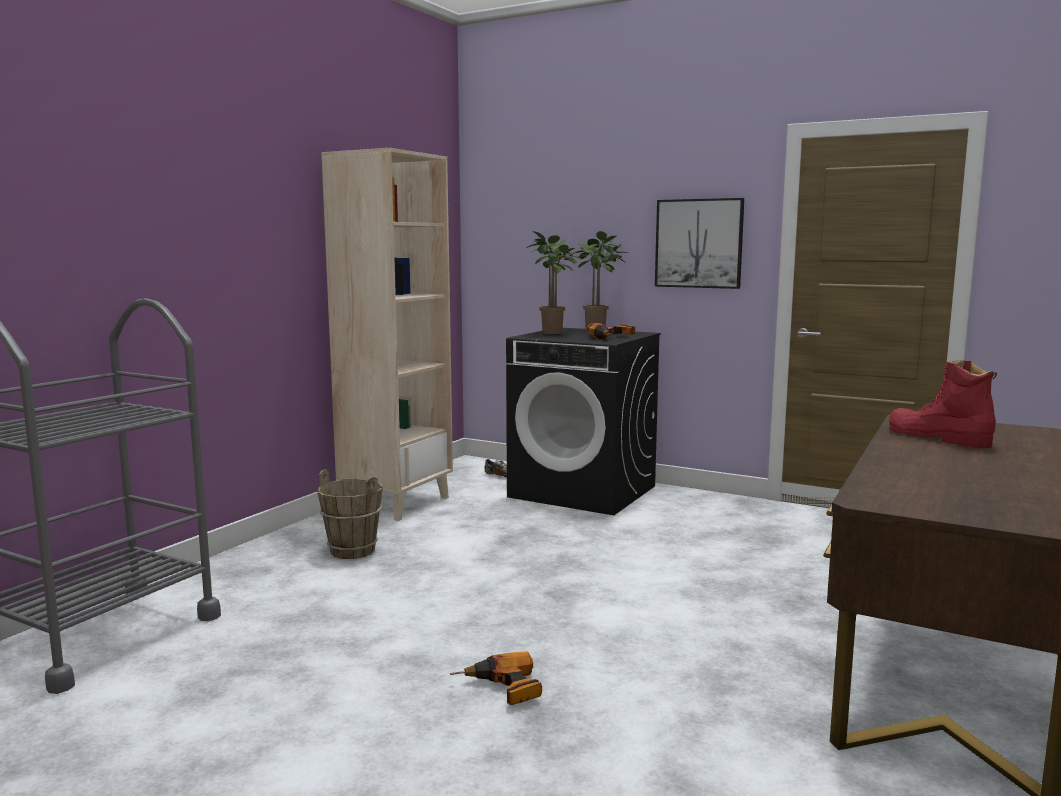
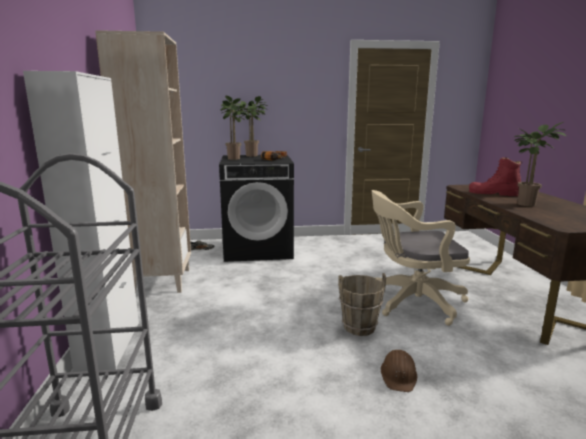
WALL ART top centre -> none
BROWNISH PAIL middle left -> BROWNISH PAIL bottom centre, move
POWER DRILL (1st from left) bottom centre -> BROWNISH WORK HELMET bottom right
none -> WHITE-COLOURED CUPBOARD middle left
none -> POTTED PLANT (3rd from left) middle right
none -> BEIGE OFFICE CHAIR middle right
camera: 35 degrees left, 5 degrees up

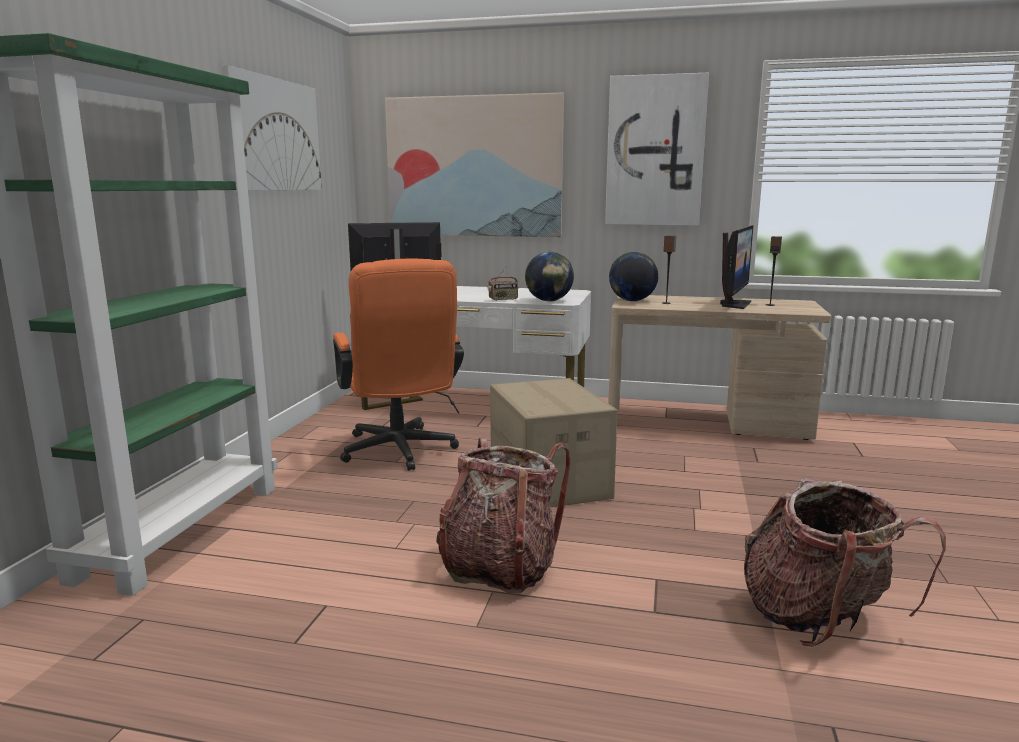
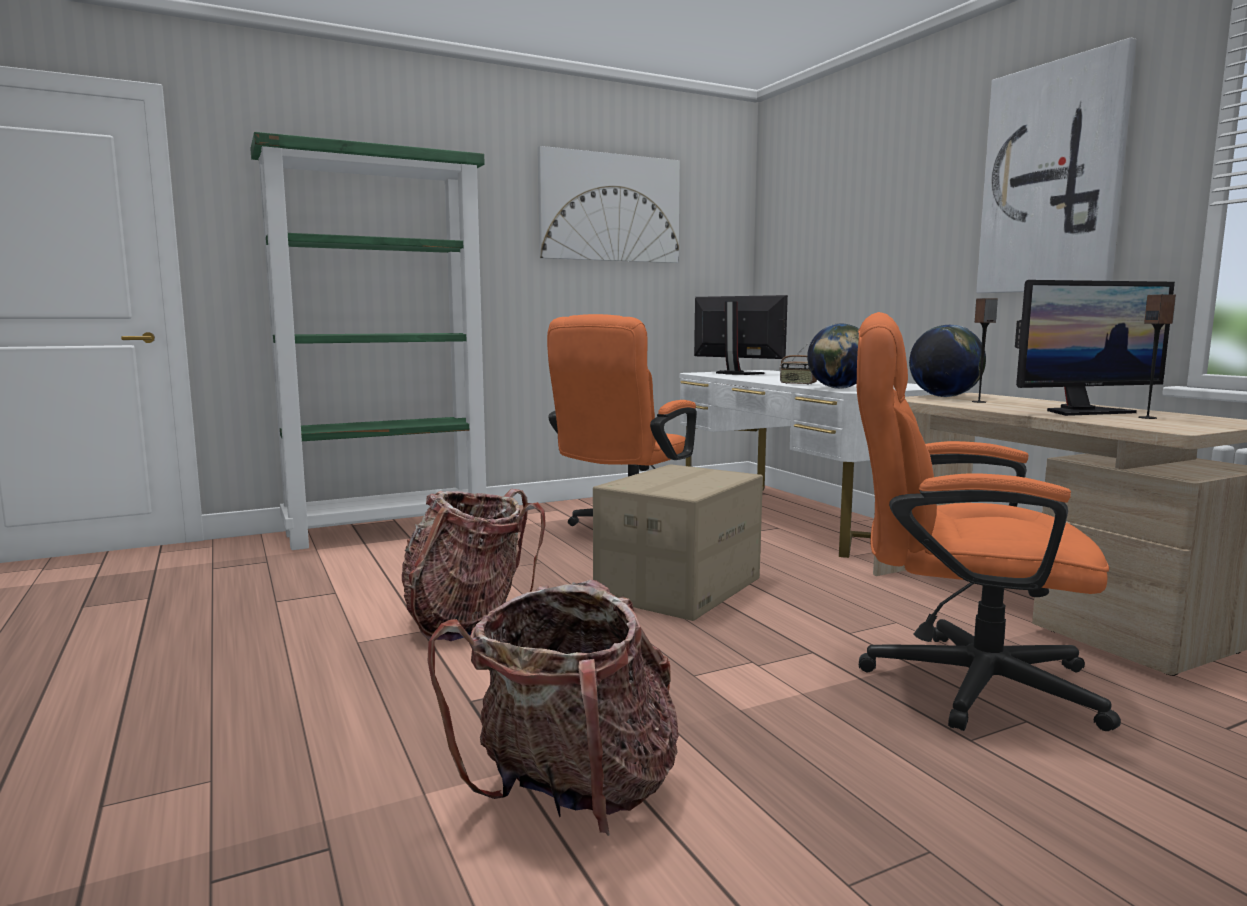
WALL ART (2nd from left) top centre -> none
none -> ORANGE-COLOURED OFFICE CHAIR (2nd from left) middle right
camera: 50 degrees right, 5 degrees down

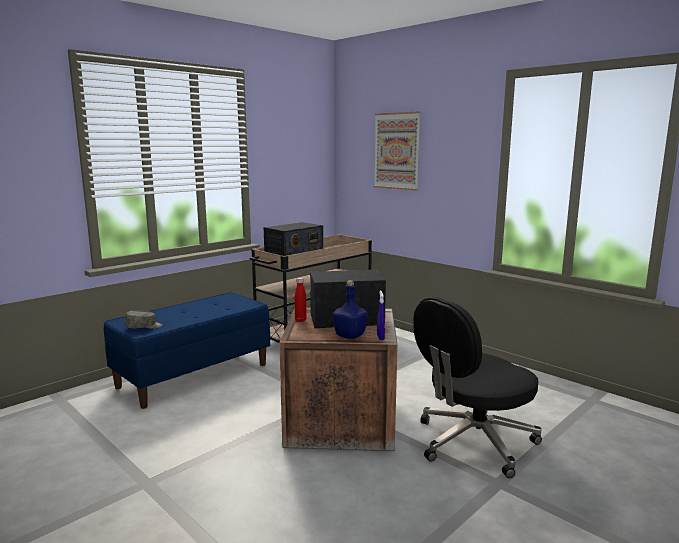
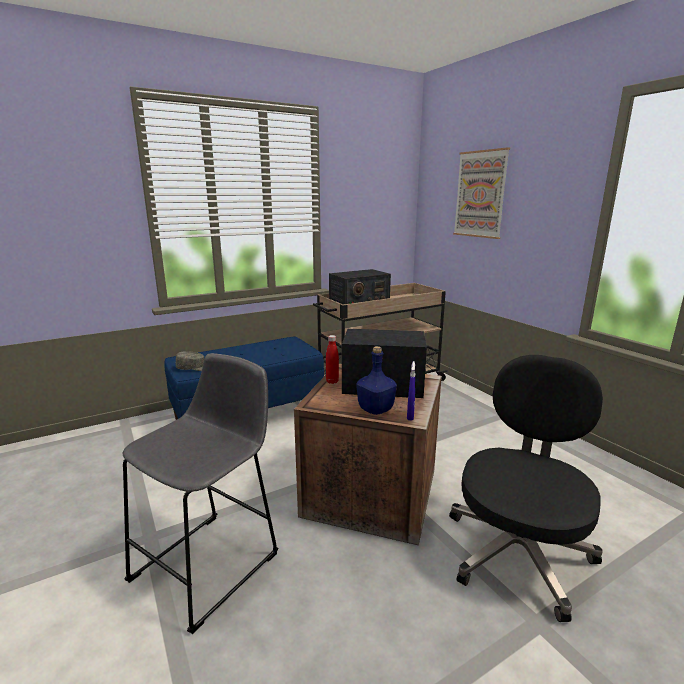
BLACKISH OFFICE CHAIR bottom right, 135 degrees clockwise
none -> GREY STOOL bottom left
camera: 15 degrees right, 5 degrees up

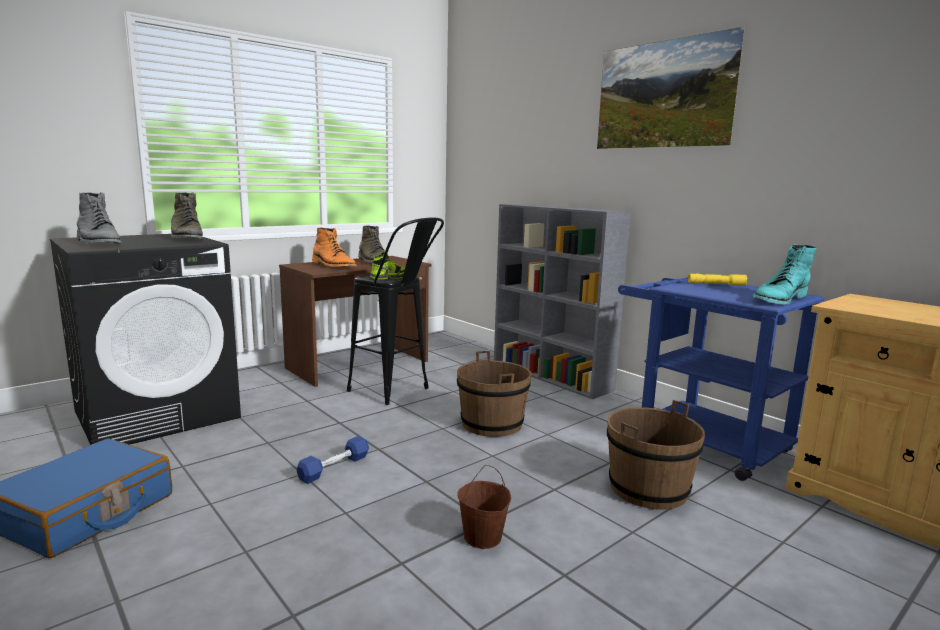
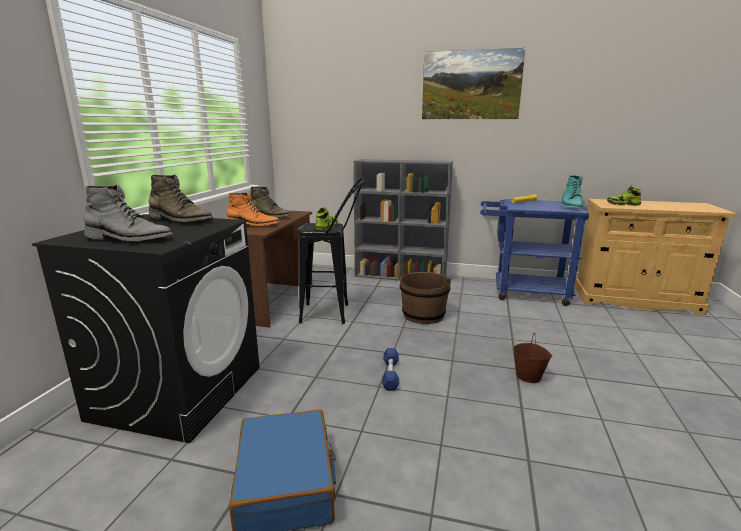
BROWNISH PAIL (3rd from left) bottom right -> none
none -> LOW SHOE (2nd from left) middle right
camera: 35 degrees left, 5 degrees up

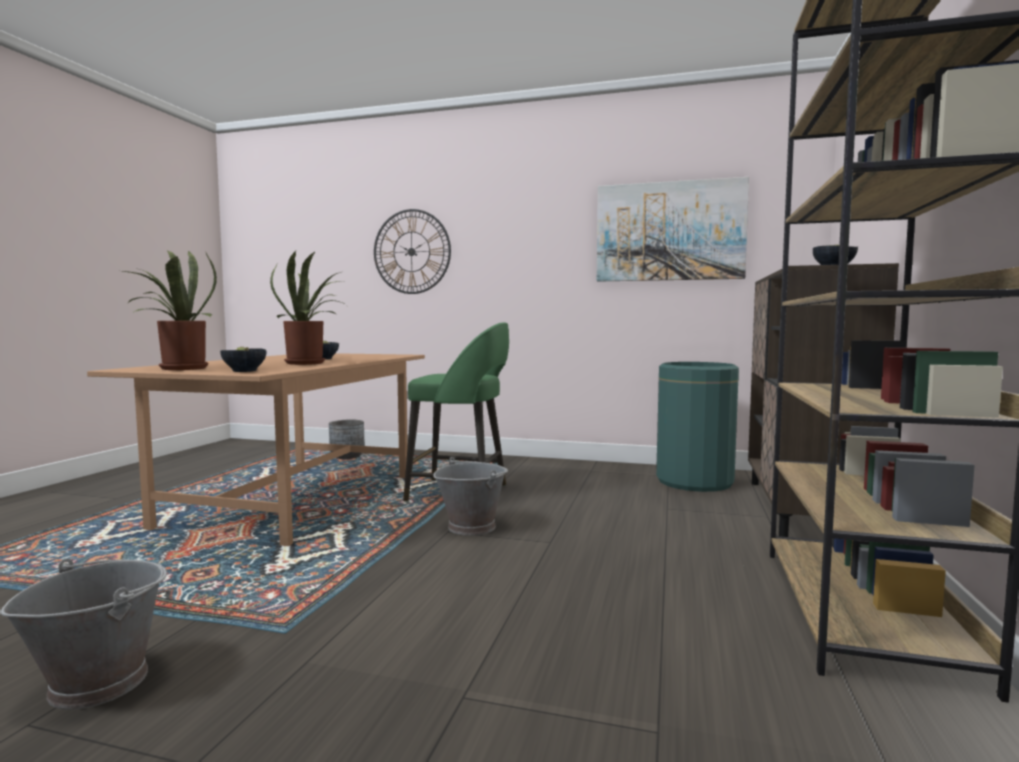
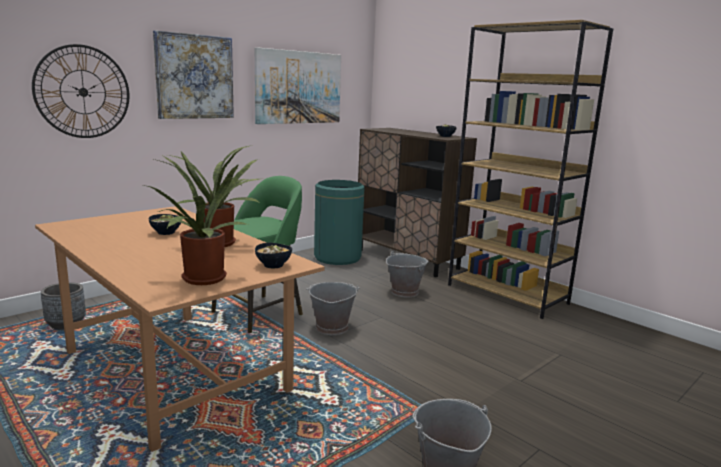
none -> WALL ART (1st from left) top left
none -> GREY PAIL (2nd from left) centre
camera: 60 degrees left, 10 degrees up

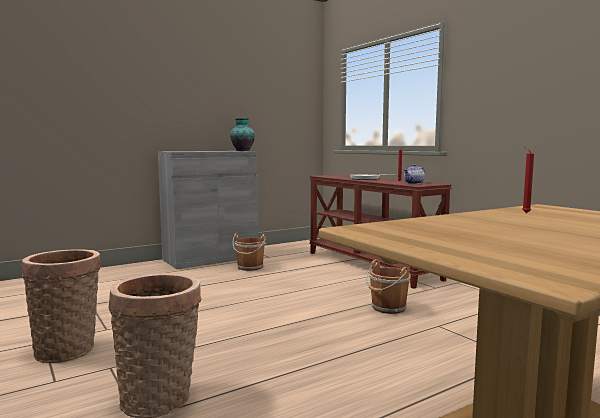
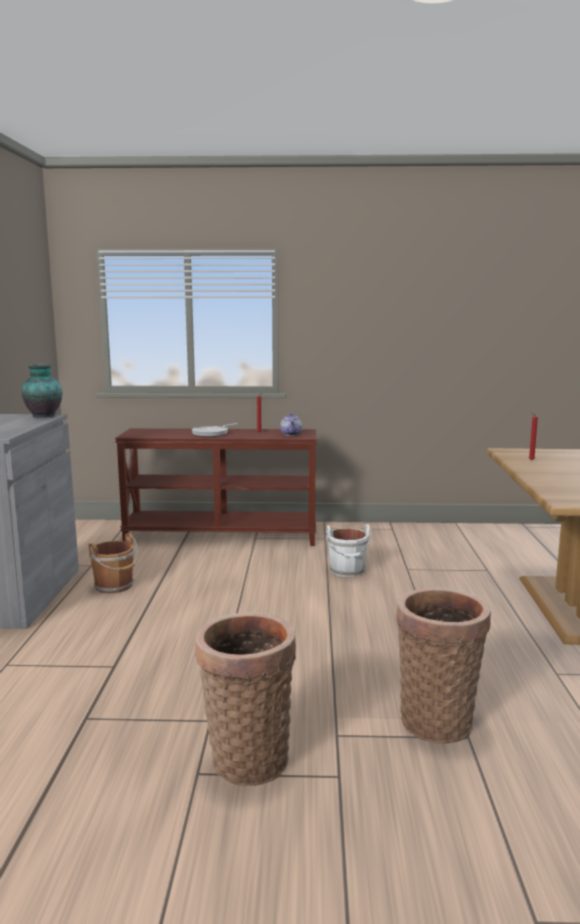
BROWNISH PAIL (2nd from left) bottom centre -> WHITE-COLOURED PAIL centre
camera: 55 degrees left, 5 degrees up

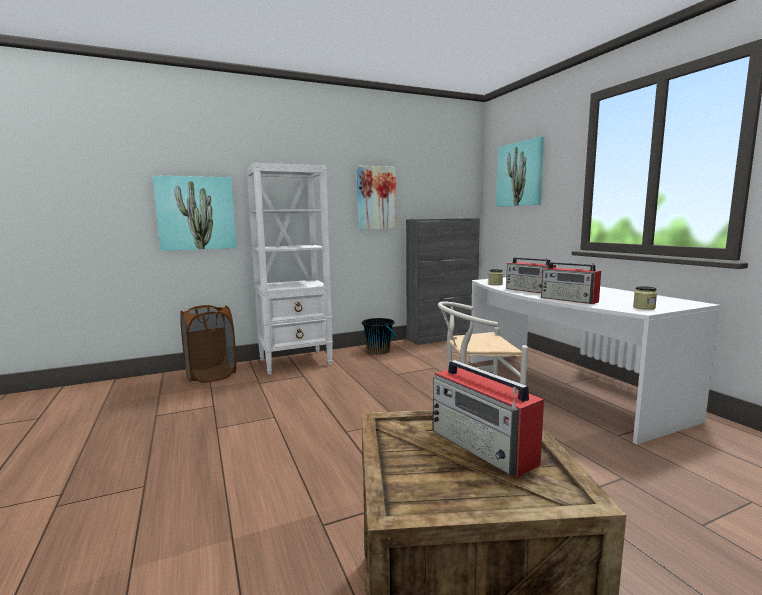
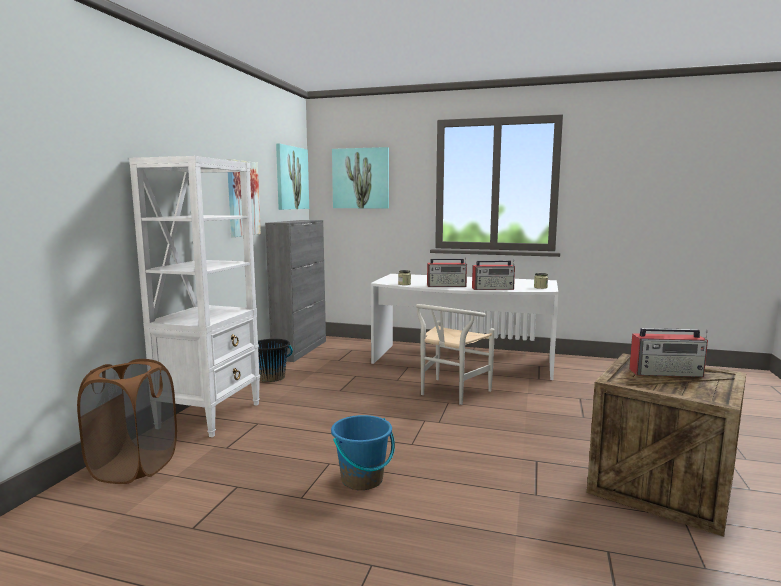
WALL ART (1st from left in the first image) middle left -> WALL ART (2nd from left) top centre, move
none -> BLUISH PAIL bottom centre
camera: 50 degrees left, 0 degrees up

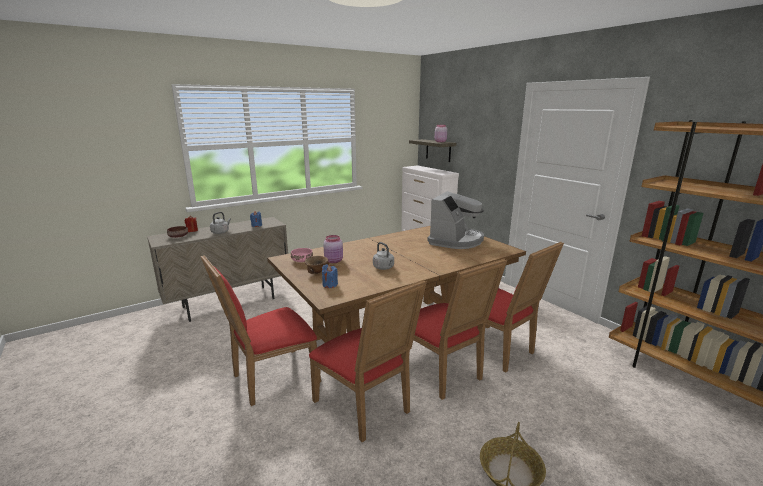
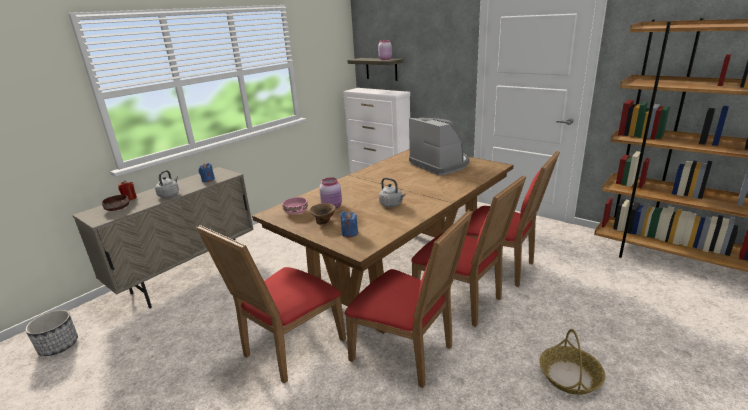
COFFEE BREWER centre, 45 degrees counterclockwise
none -> PLANT POT bottom left
camera: 15 degrees left, 5 degrees up

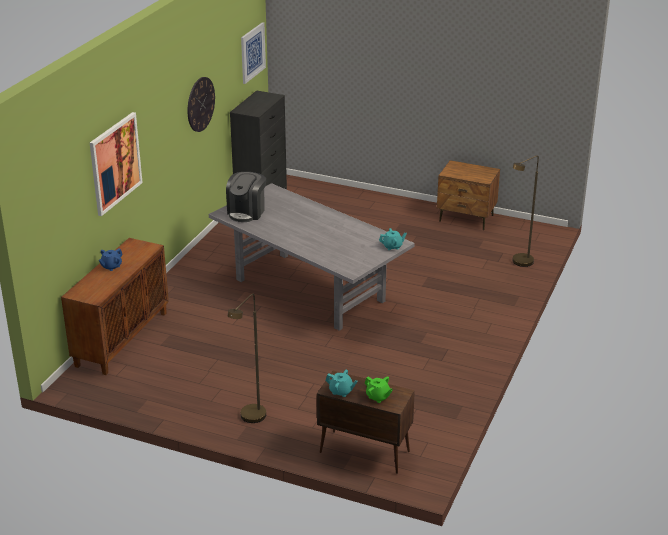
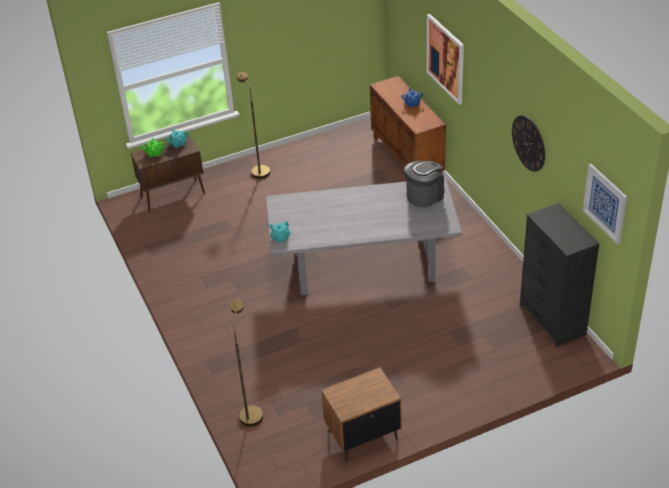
COFFEE BREWER centre, 75 degrees clockwise
camera: 135 degrees right, 10 degrees up

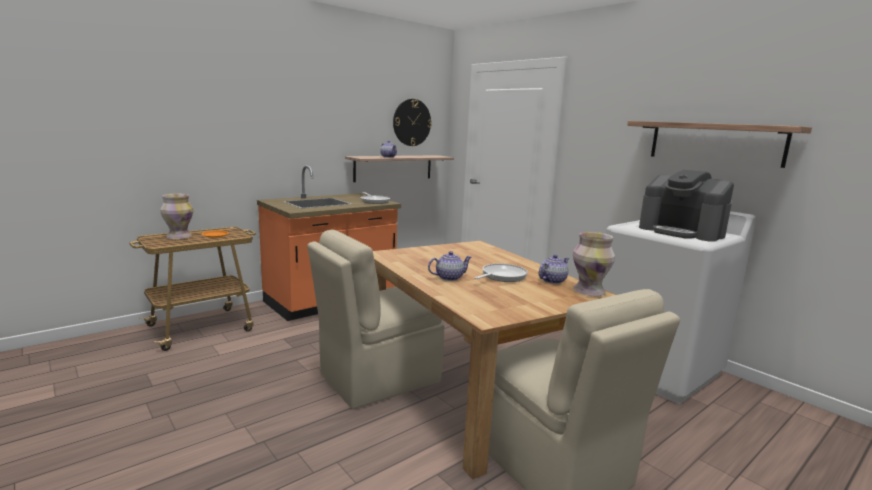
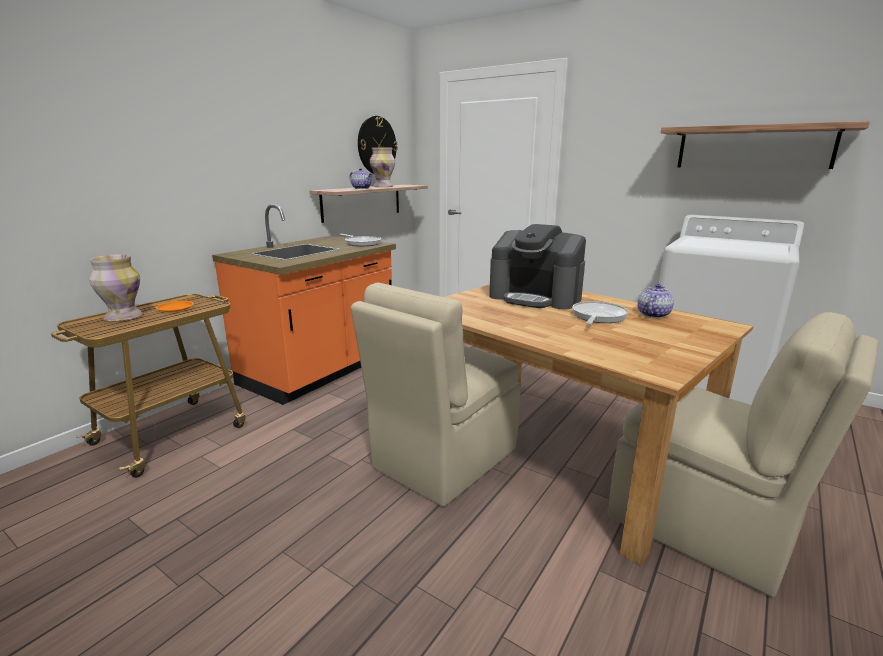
COFFEE BREWER middle right -> COFFEE BREWER centre, move
DECORATIVE VASE (2nd from left) middle right -> DECORATIVE VASE (2nd from left) top centre, move
TEAPOT (2nd from left) centre -> none
camera: 15 degrees left, 5 degrees up

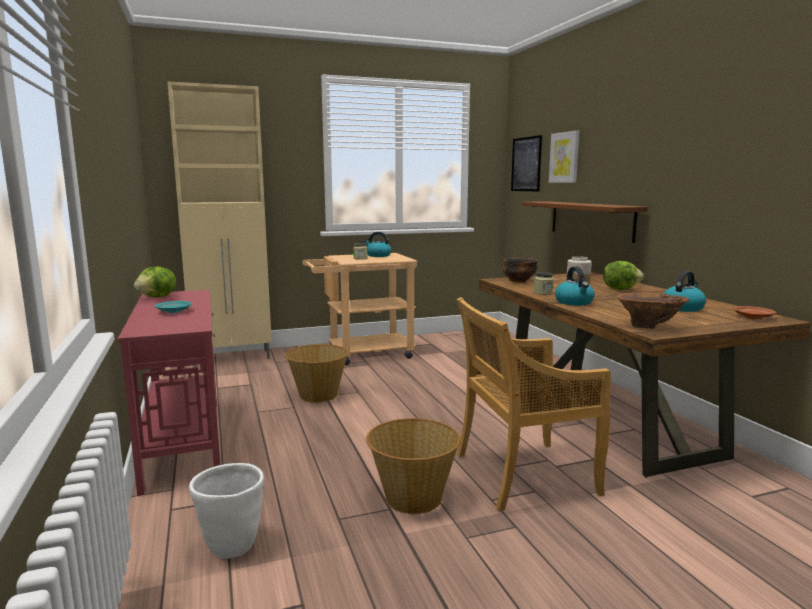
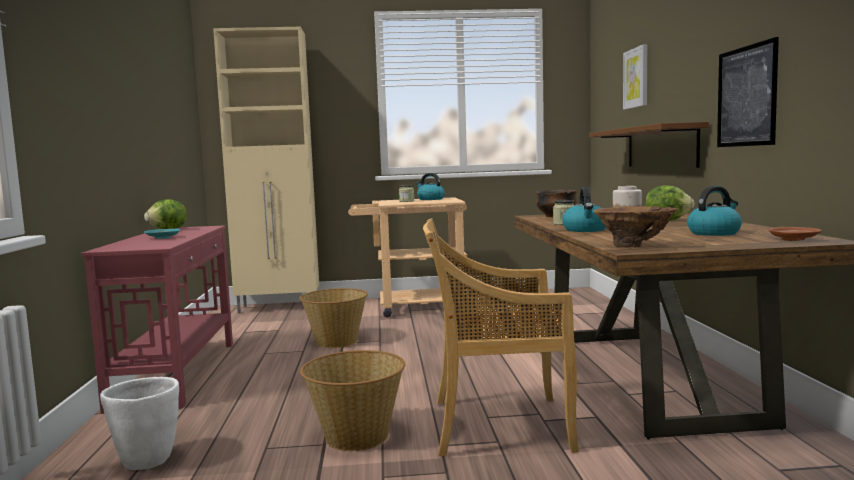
WALL ART (1st from left in the first image) top centre -> WALL ART (2nd from left) top right, move
camera: 15 degrees right, 5 degrees down

